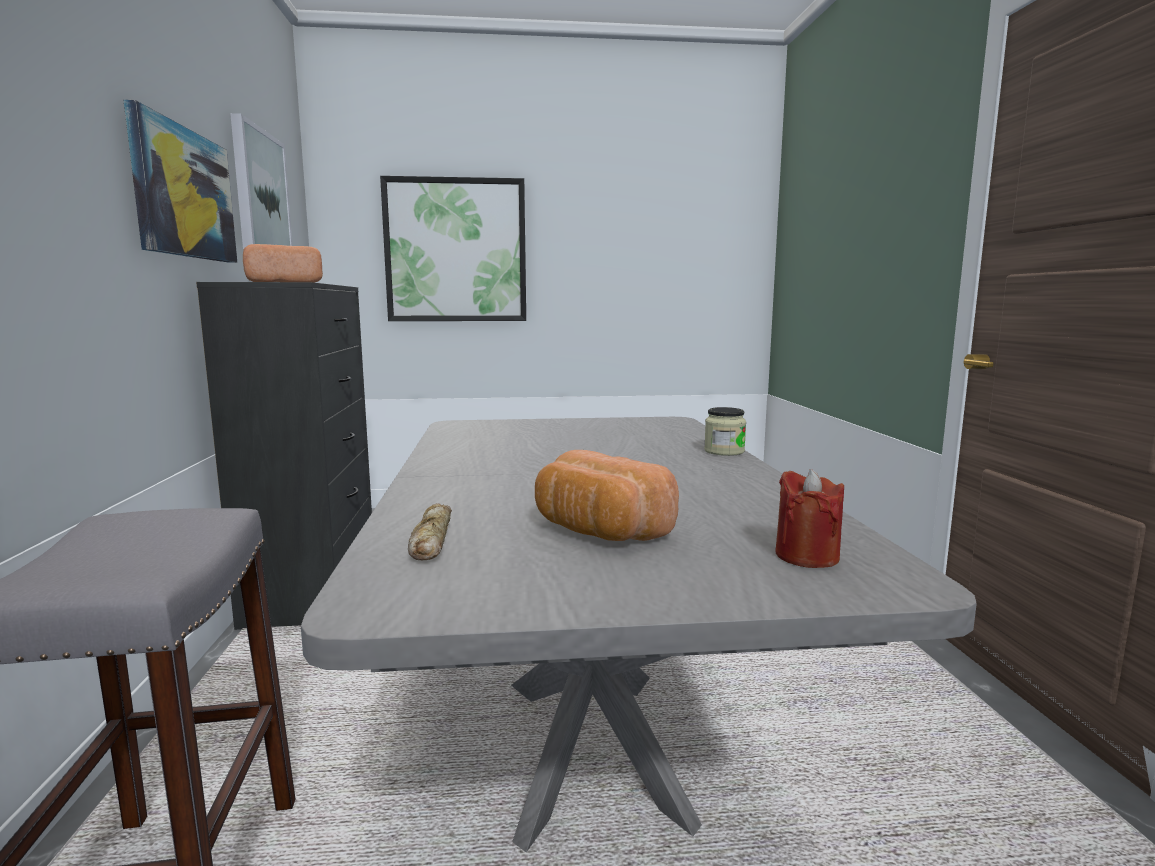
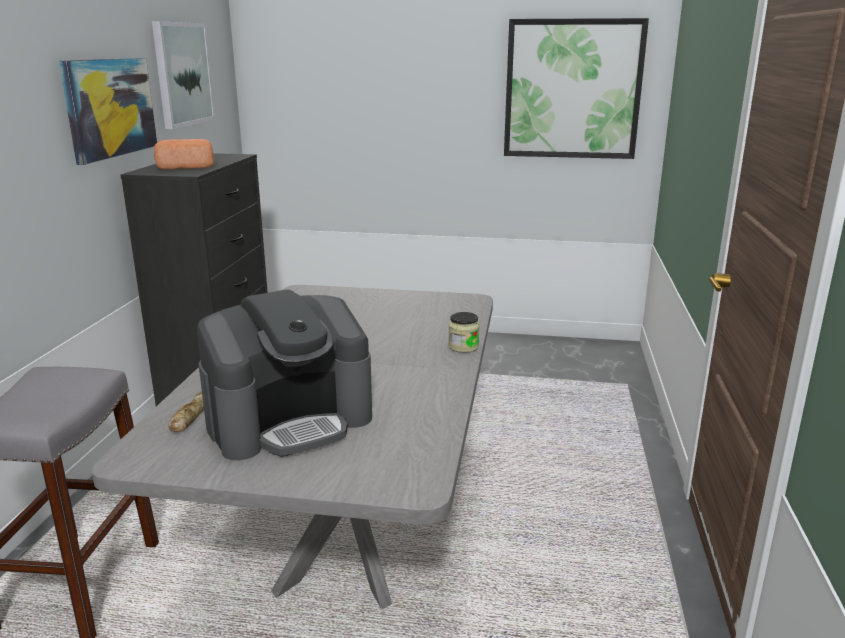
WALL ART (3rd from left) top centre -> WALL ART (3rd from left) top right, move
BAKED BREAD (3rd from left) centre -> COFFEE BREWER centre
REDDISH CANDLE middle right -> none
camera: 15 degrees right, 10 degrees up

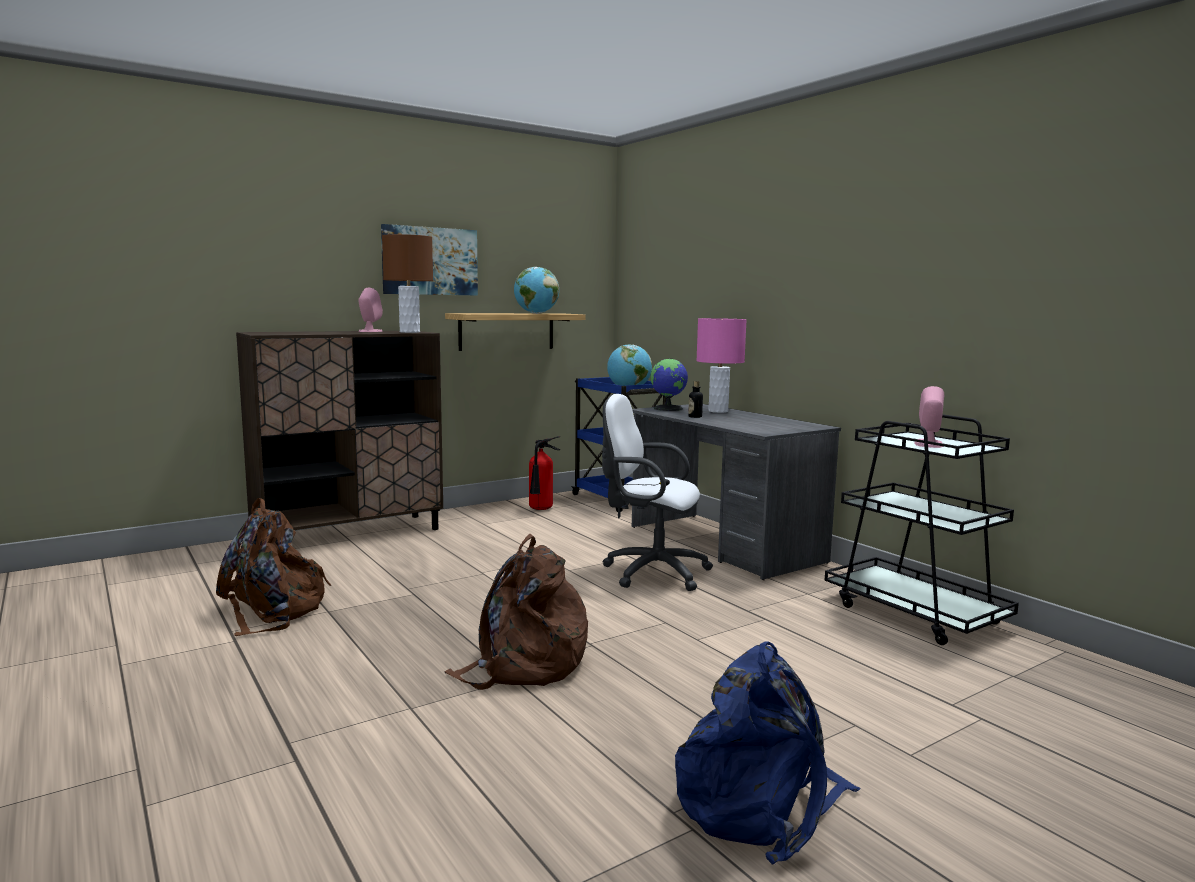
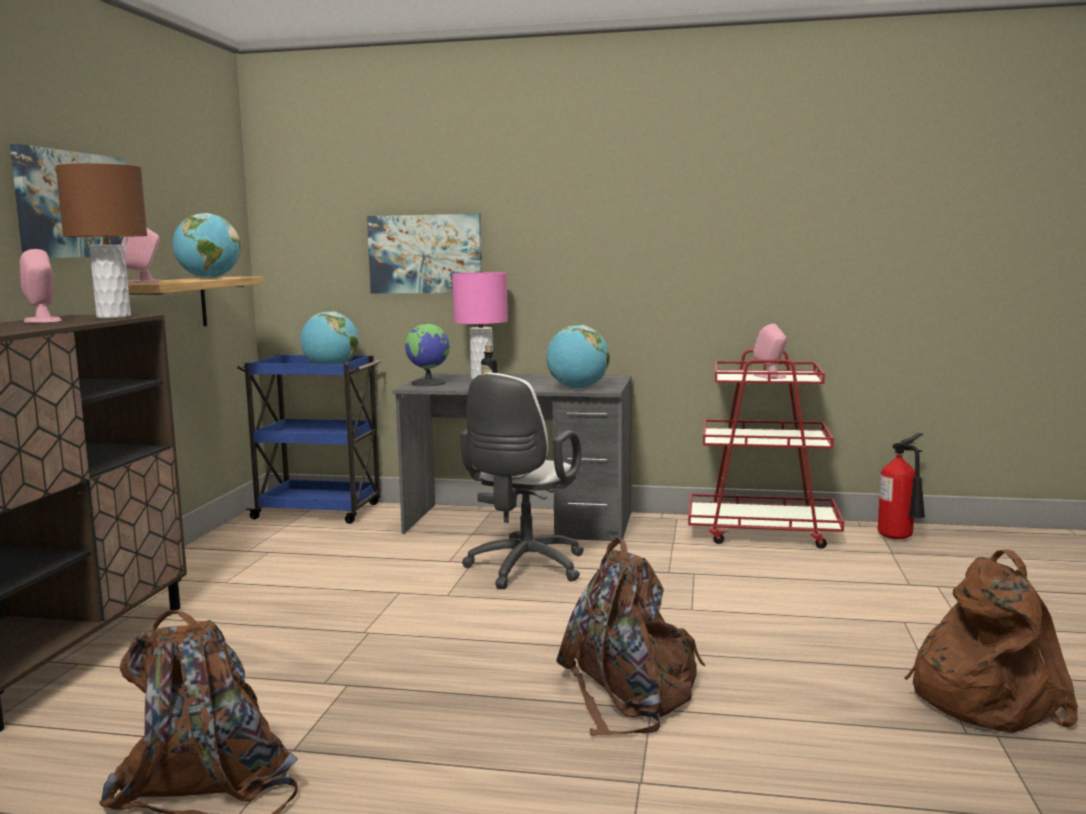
WHITE-COLOURED OFFICE CHAIR centre, 45 degrees counterclockwise
BLACKISH WHEELED CART middle right -> REDDISH WHEELED CART middle right
EXTINGUISHER centre -> EXTINGUISHER middle right, move
BLUISH RUCKSACK bottom centre -> BROWNISH RUCKSACK (3rd from left) bottom right
none -> WALL ART (2nd from left) top centre
none -> PINKISH LOUDSPEAKER (2nd from left) top left
none -> WORLD GLOBE (4th from left) centre
camera: 45 degrees left, 0 degrees up

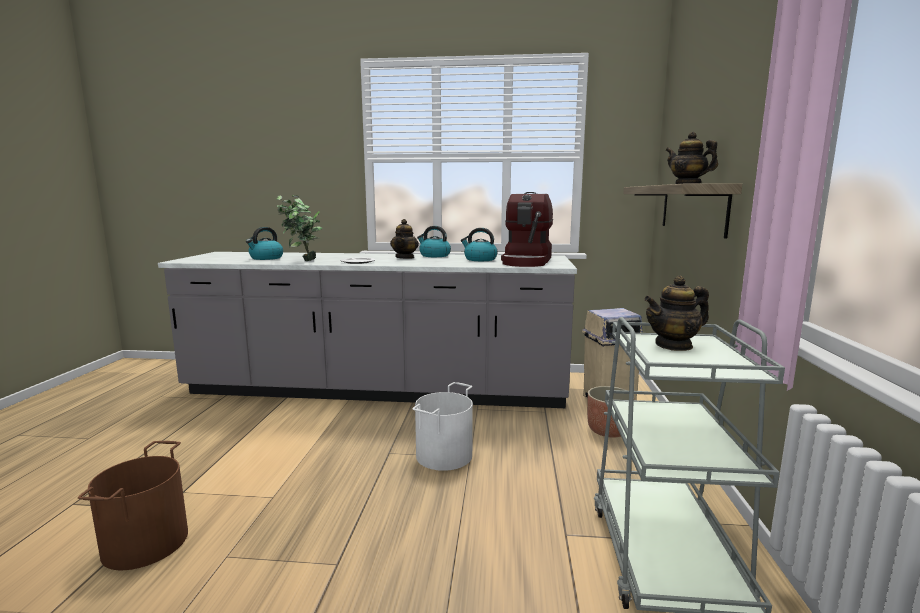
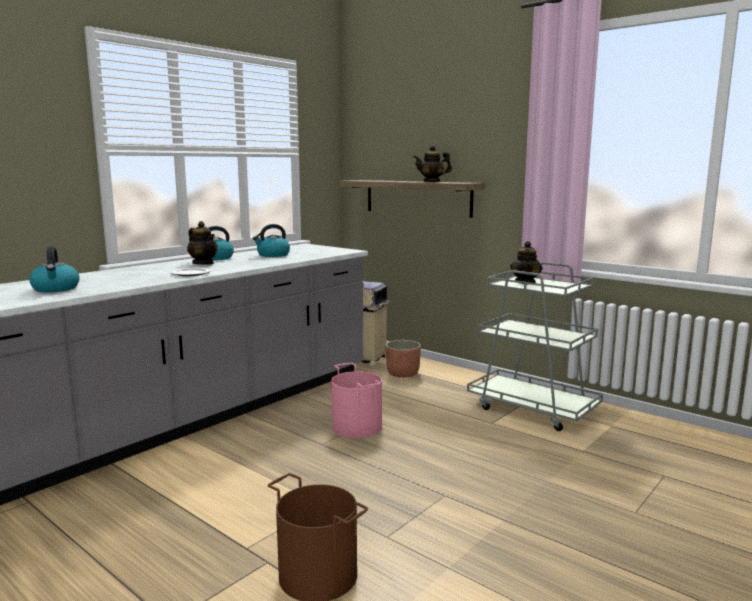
COFFEE BREWER centre -> none
POTTED PLANT middle left -> none
WHITE-COLOURED PAIL bottom centre -> PINKISH PAIL centre
camera: 55 degrees left, 0 degrees up

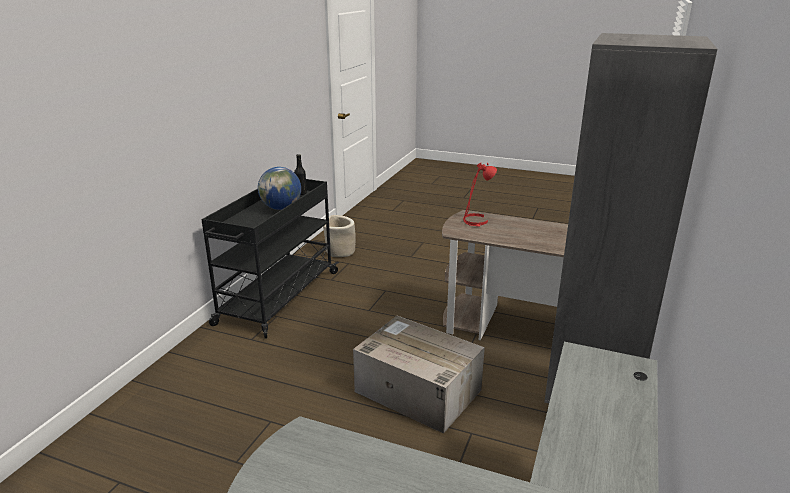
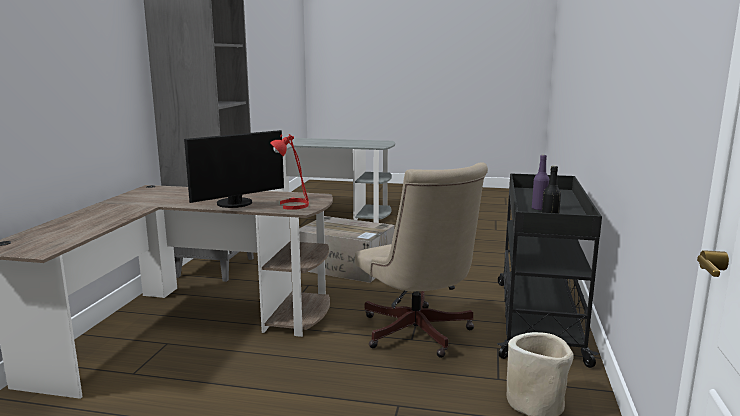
WORLD GLOBE centre -> PURPLE BEVERAGE BOTTLE middle right
none -> COMPUTER SCREEN middle left
none -> BEIGE OFFICE CHAIR centre
camera: 170 degrees right, 10 degrees down

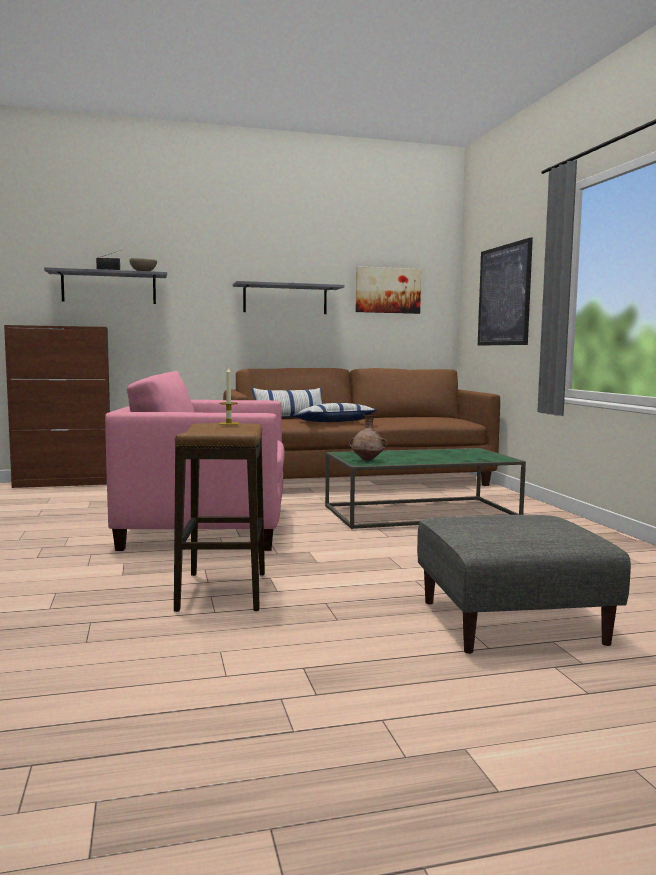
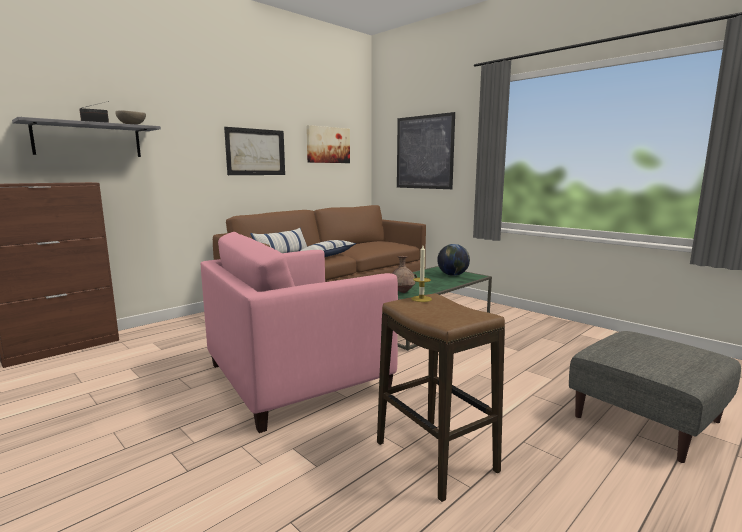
GREY SHELF (2nd from left) centre -> WALL ART (1st from left) top centre
none -> WORLD GLOBE centre
camera: 30 degrees left, 5 degrees up

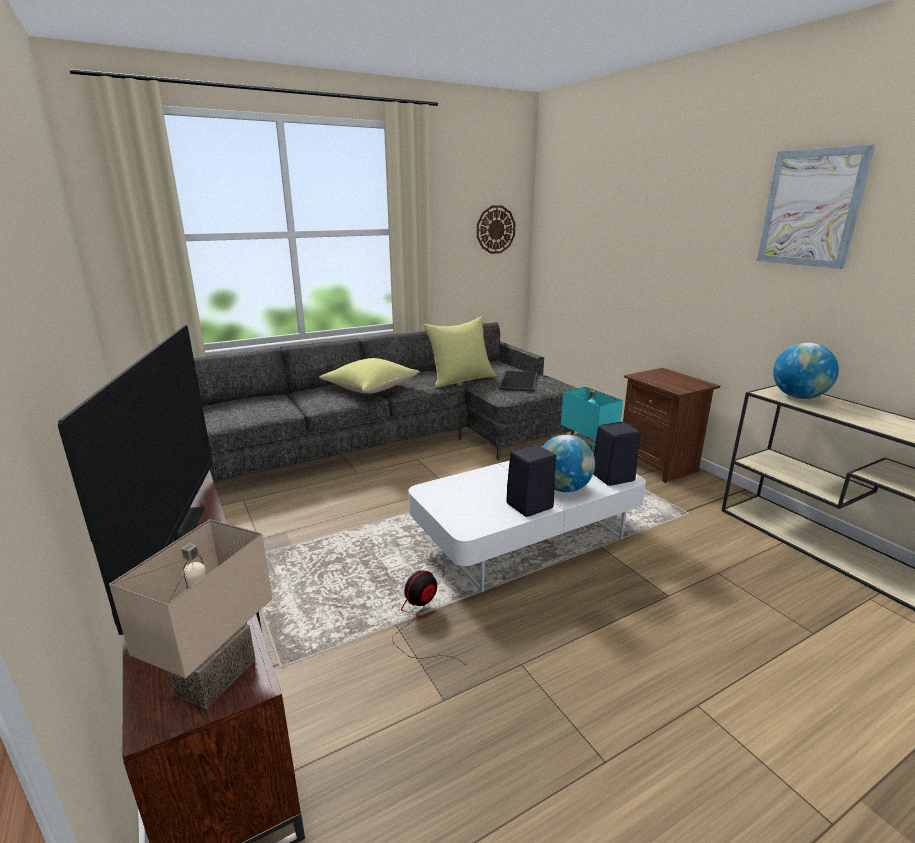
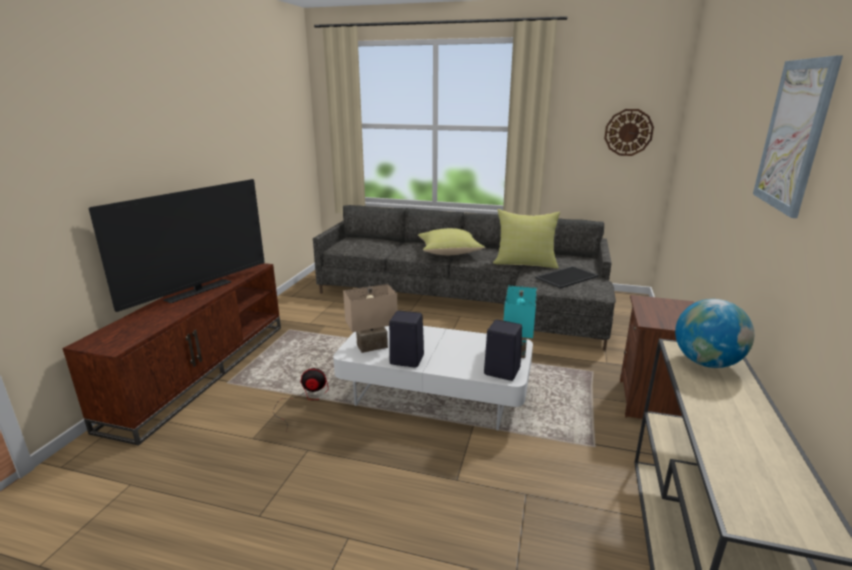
WORLD GLOBE (1st from left) centre -> none
BEIGE TABLETOP LAMP bottom left -> BEIGE TABLETOP LAMP centre, move
camera: 45 degrees right, 0 degrees up

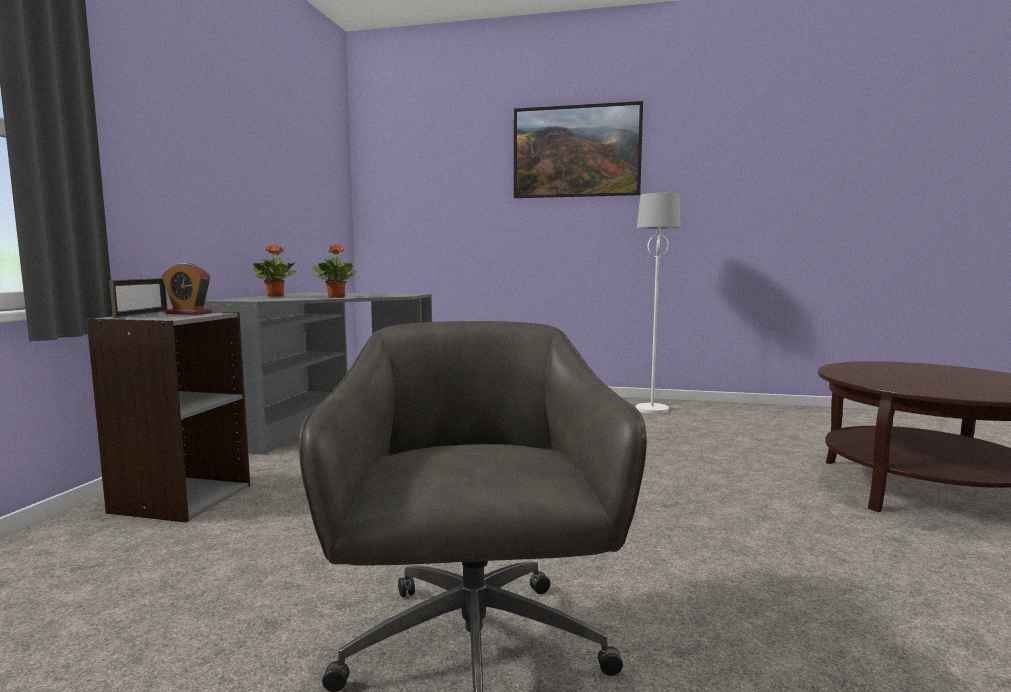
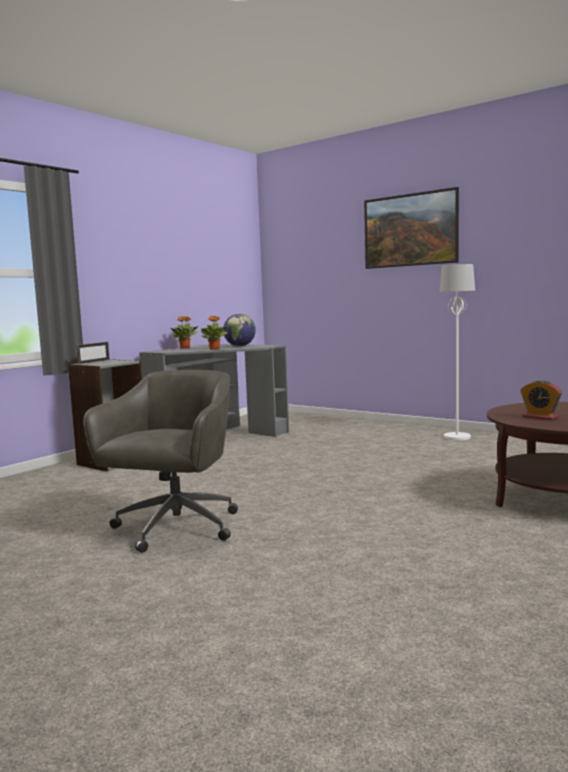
TABLE CLOCK middle left -> TABLE CLOCK middle right, move
none -> WORLD GLOBE centre
camera: 25 degrees right, 0 degrees up

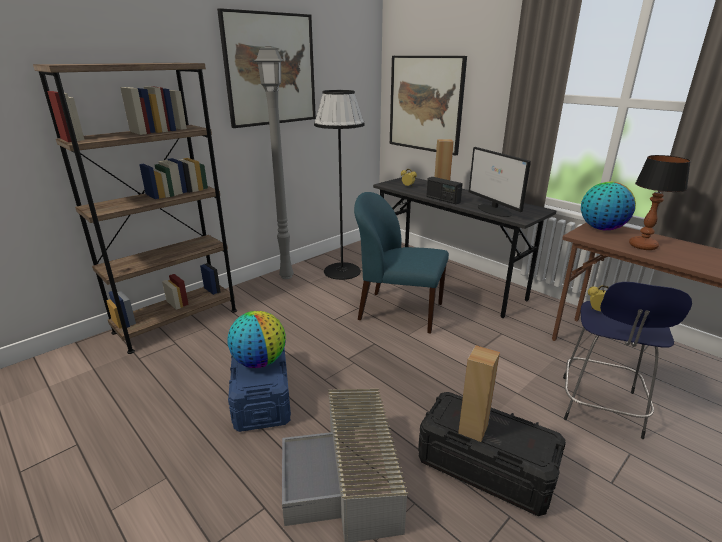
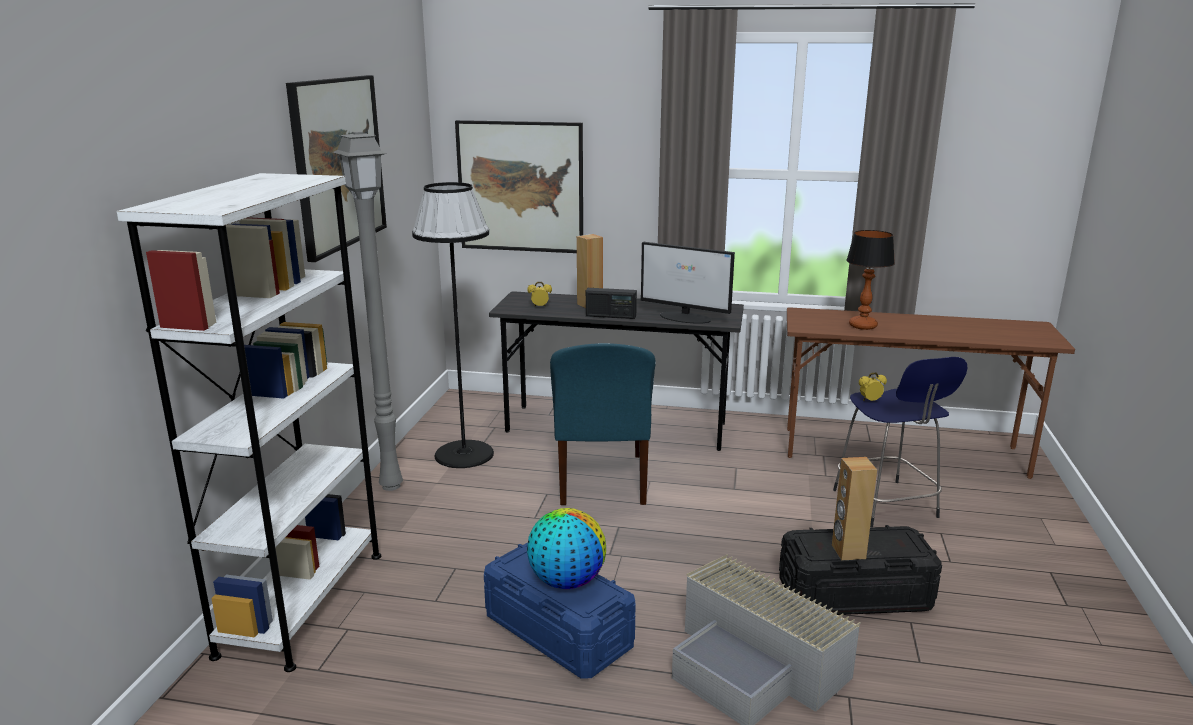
BROWNISH BOOKCASE middle left -> WHITE-COLOURED BOOKCASE middle left
WORLD GLOBE (2nd from left) middle right -> none
BLUISH PLAIN CHAIR centre, 75 degrees counterclockwise
camera: 35 degrees left, 5 degrees down

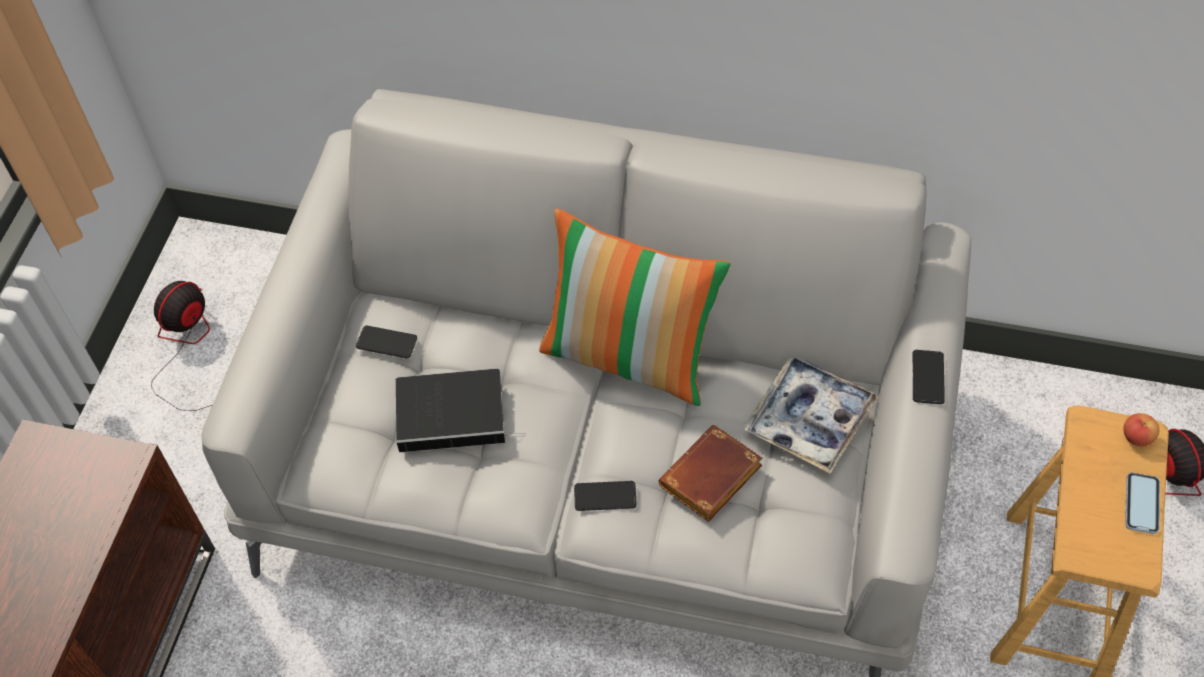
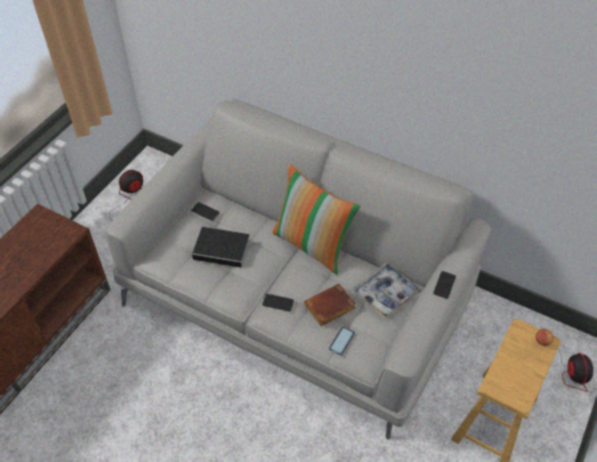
HANDSET (4th from left in the first image) bottom right -> HANDSET (3rd from left) bottom centre, move
camera: 15 degrees right, 5 degrees down

